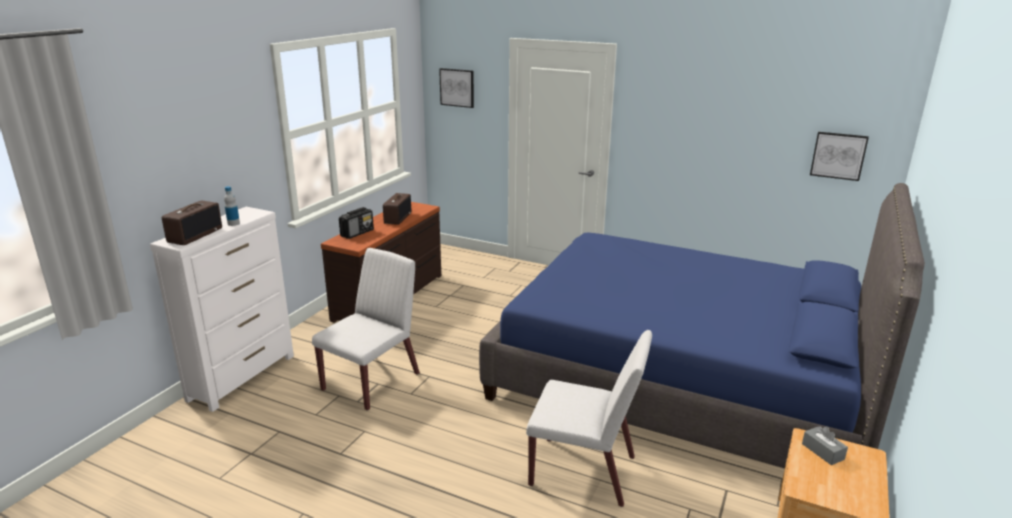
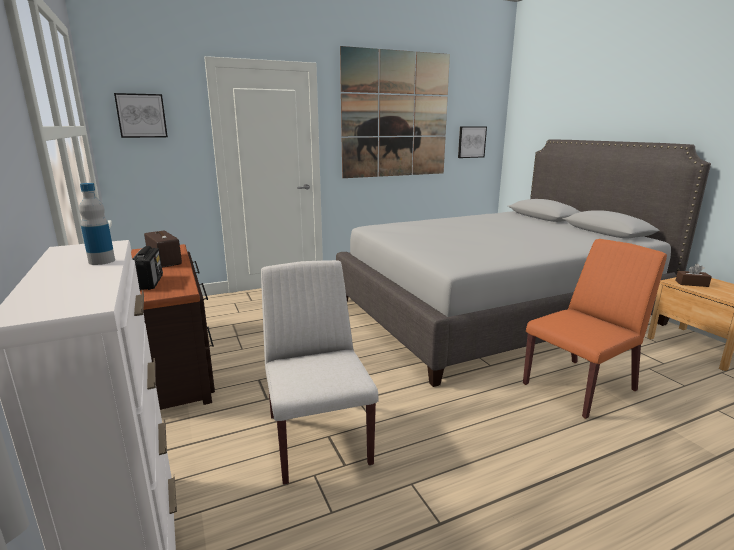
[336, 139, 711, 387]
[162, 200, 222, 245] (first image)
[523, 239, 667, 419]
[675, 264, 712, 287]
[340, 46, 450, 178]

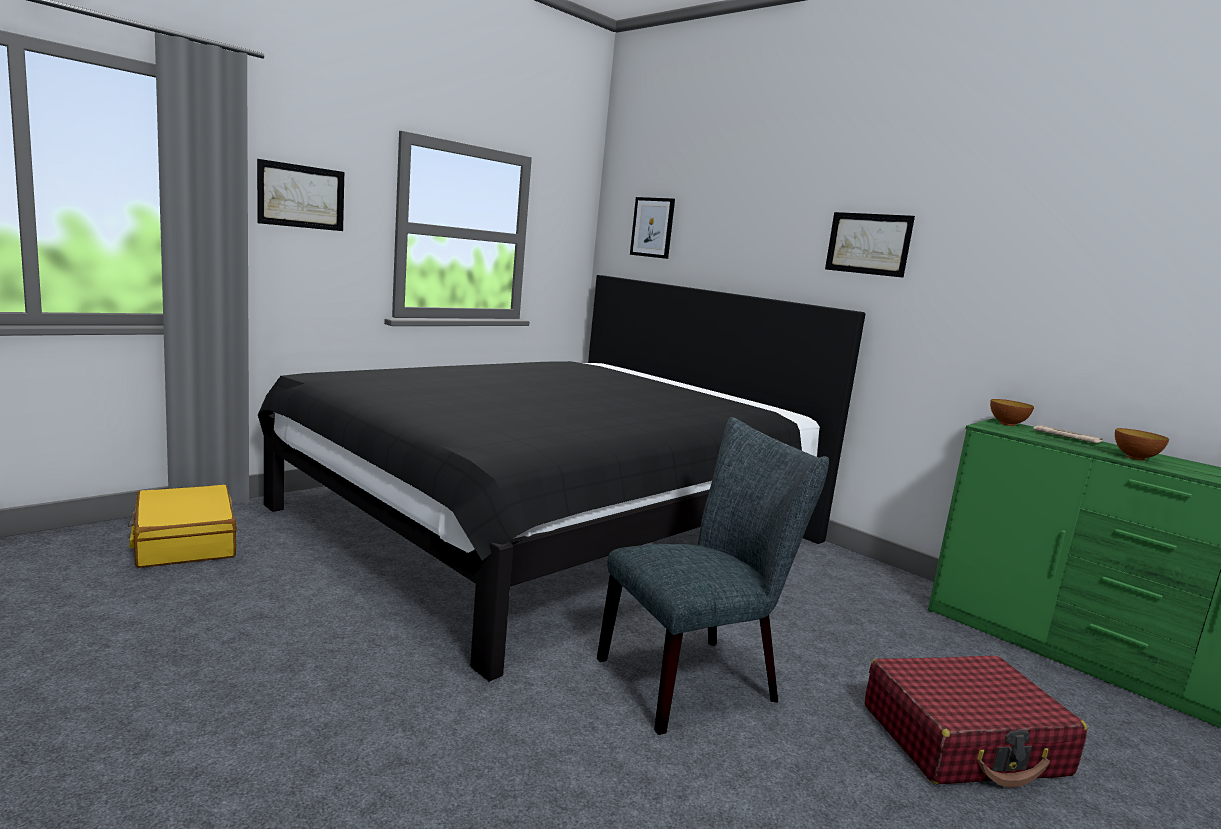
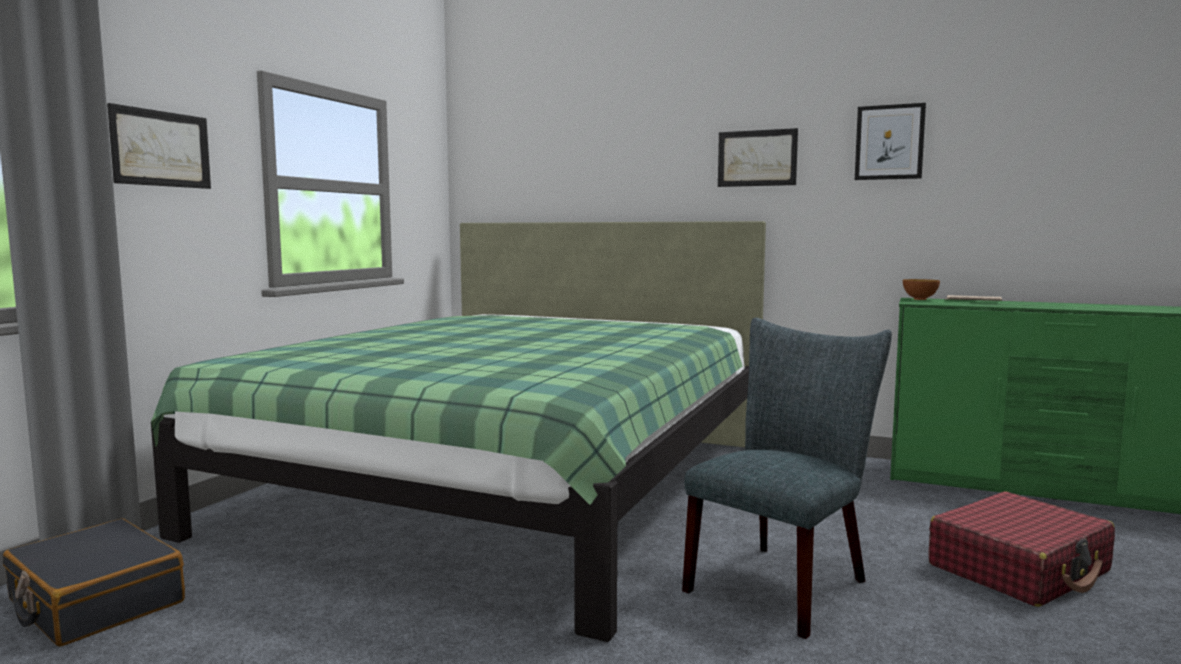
[855, 103, 926, 180]
[151, 221, 766, 642]
[1115, 428, 1169, 461] (first image)
[3, 519, 185, 647]

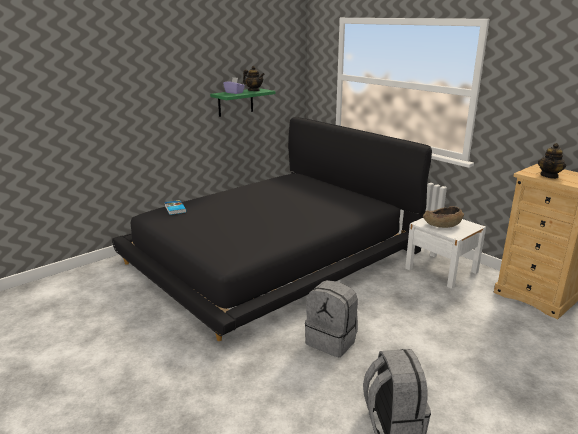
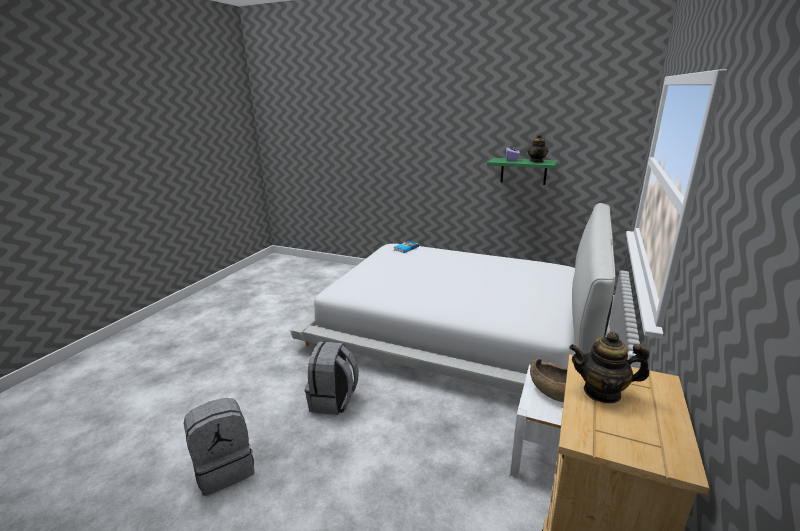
[291, 203, 616, 394]

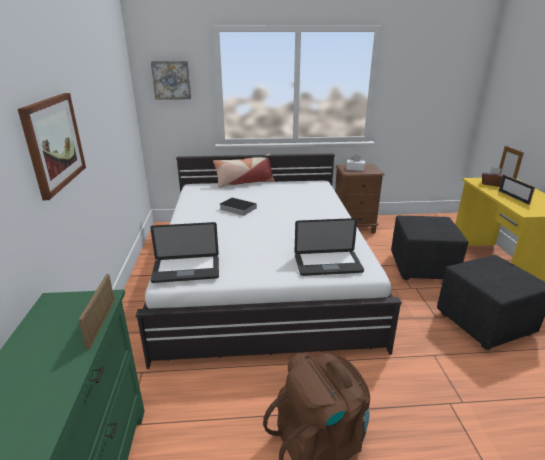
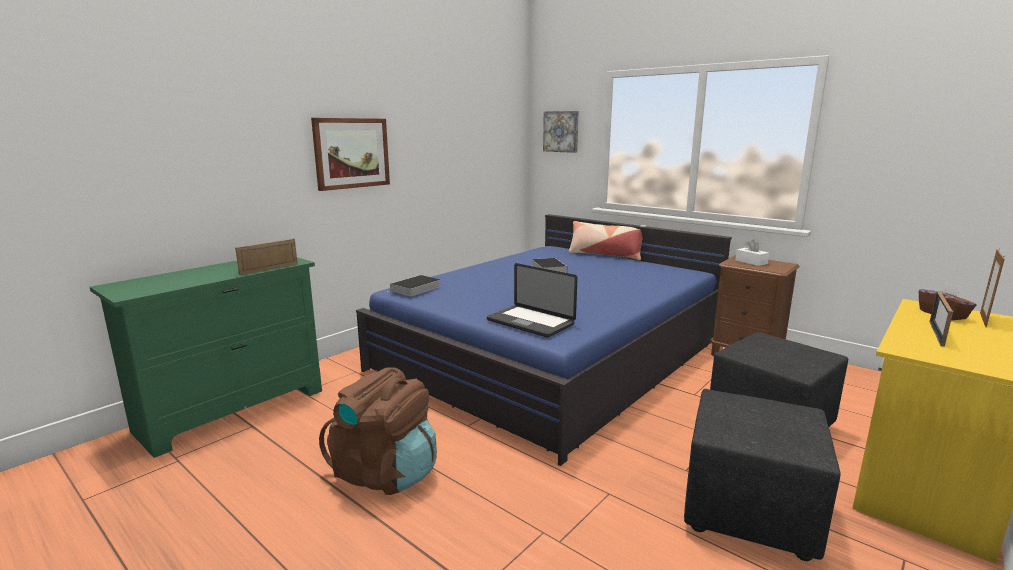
[356, 214, 732, 466]
[387, 275, 440, 296]

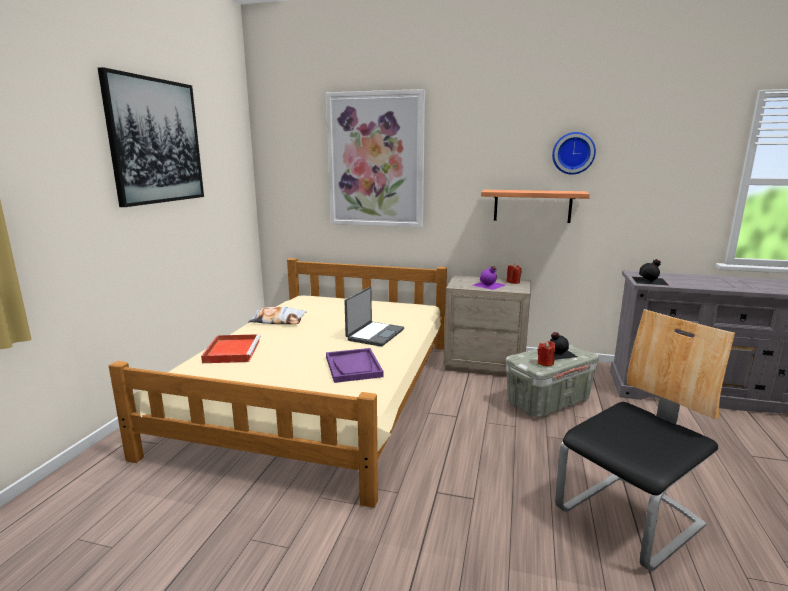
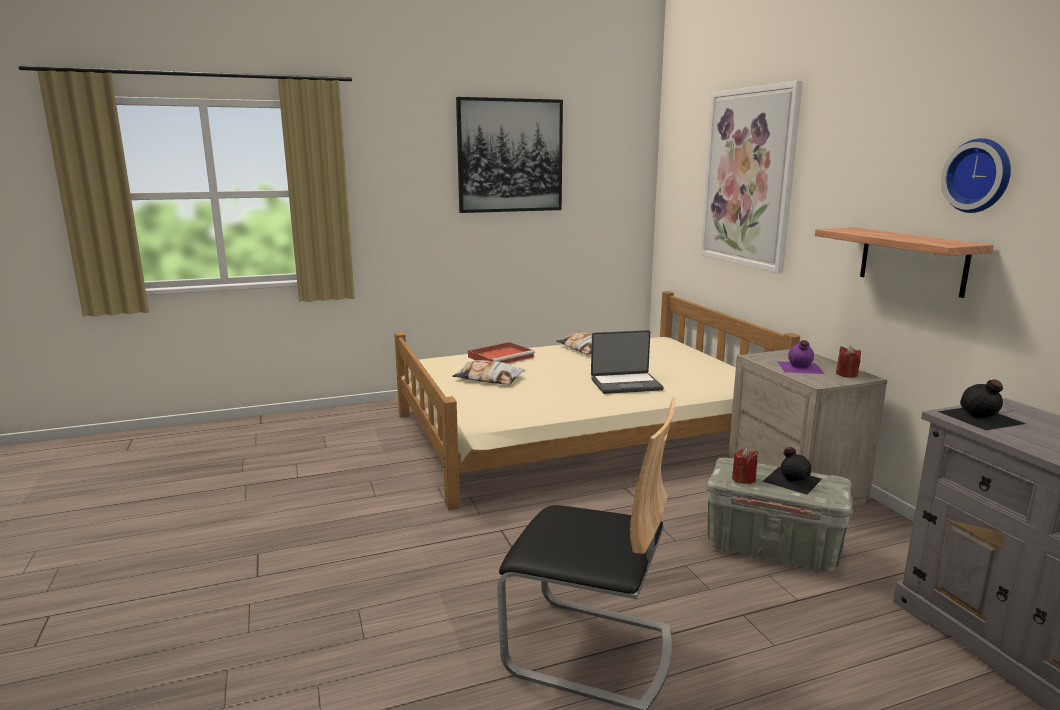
[326, 348, 384, 383] (first image)
[452, 360, 526, 384]

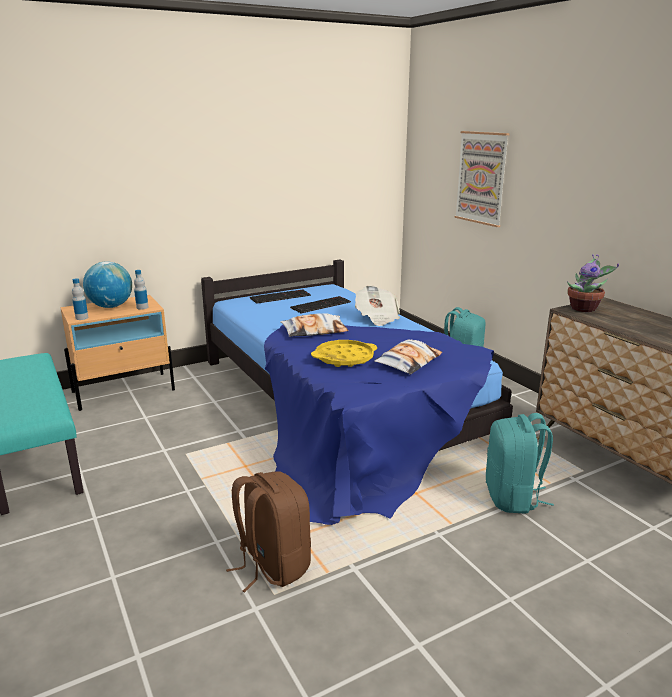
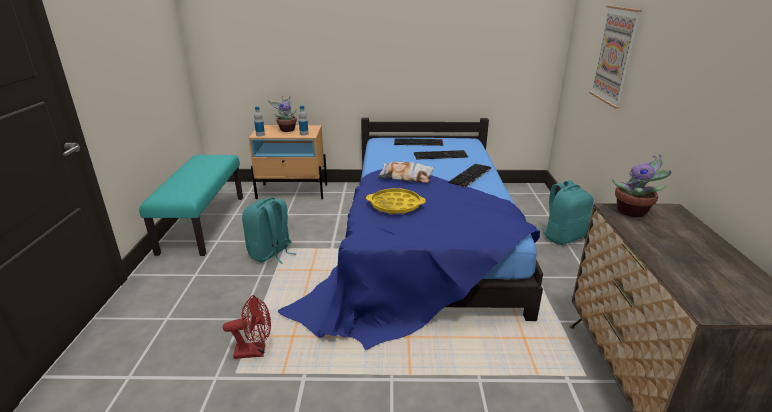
[268, 96, 297, 132]
[448, 164, 491, 188]
[374, 340, 442, 375] (first image)
[242, 197, 297, 264]
[223, 295, 271, 359]

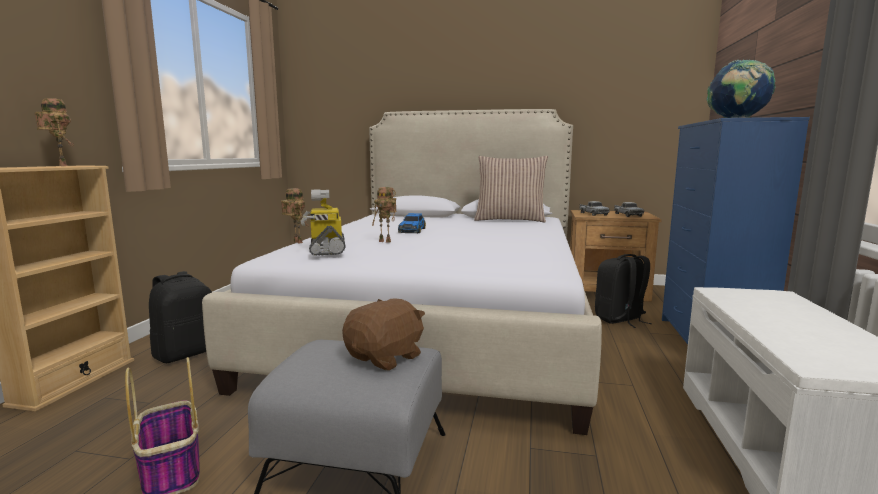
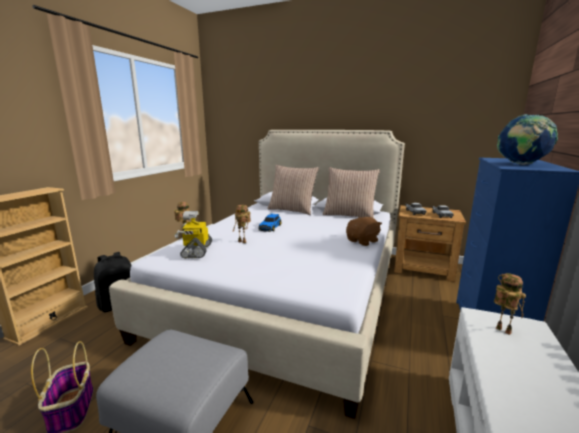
[494, 273, 526, 335]
[595, 254, 652, 328] (first image)
[346, 217, 382, 246]
[268, 165, 319, 215]

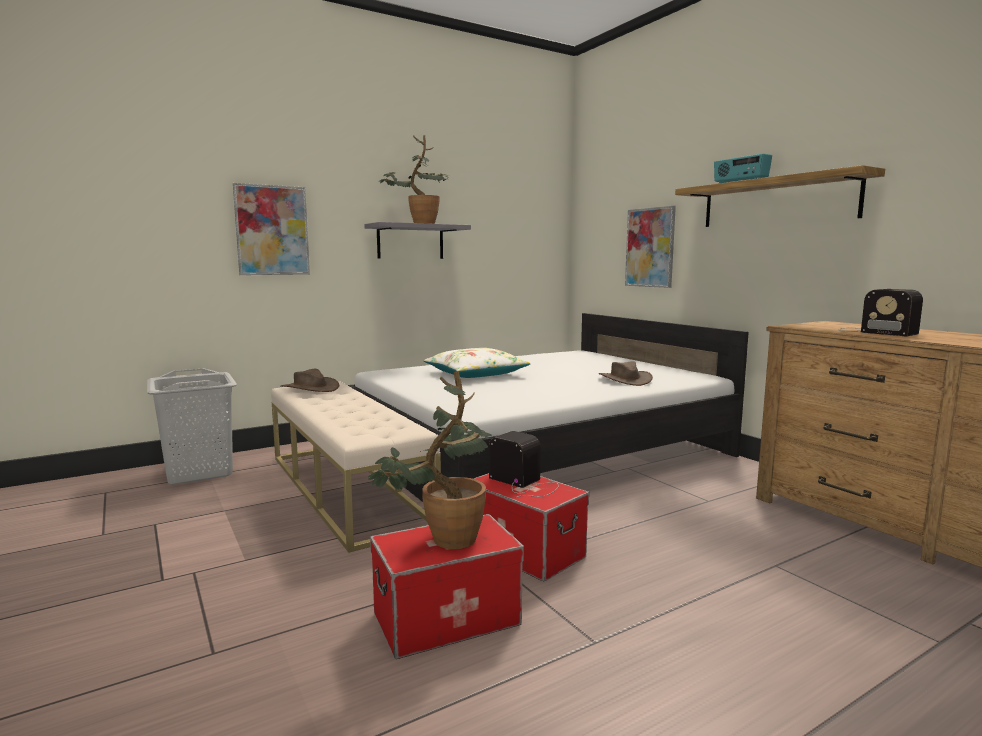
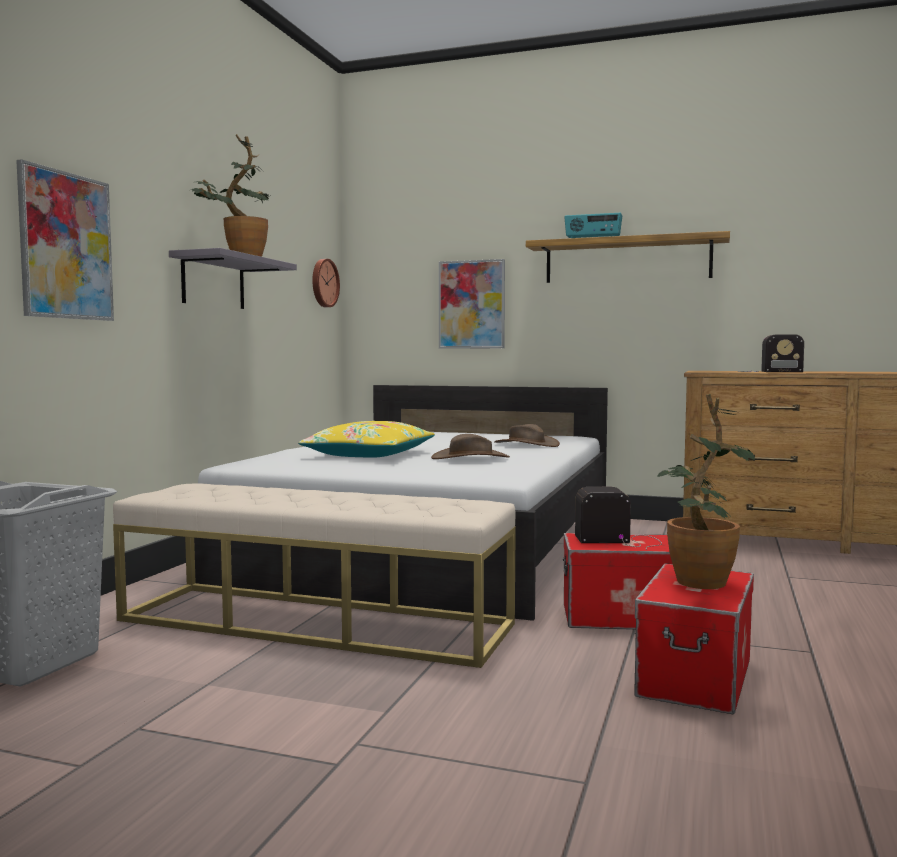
[298, 421, 435, 458]
[431, 434, 510, 459]
[312, 259, 340, 307]

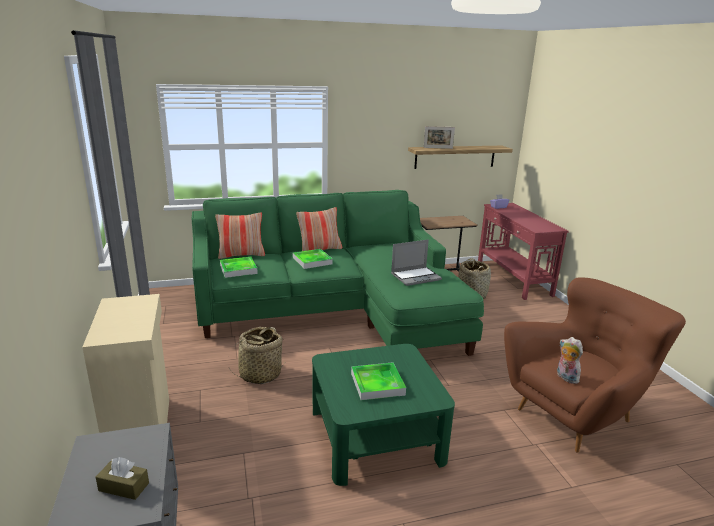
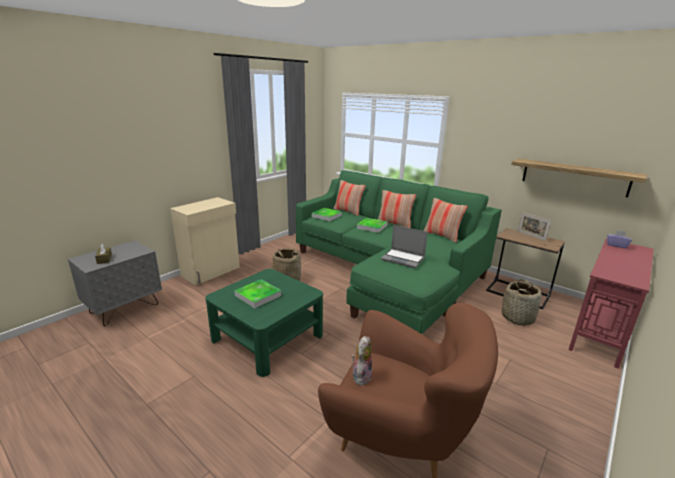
[518, 212, 551, 241]
[423, 198, 468, 242]

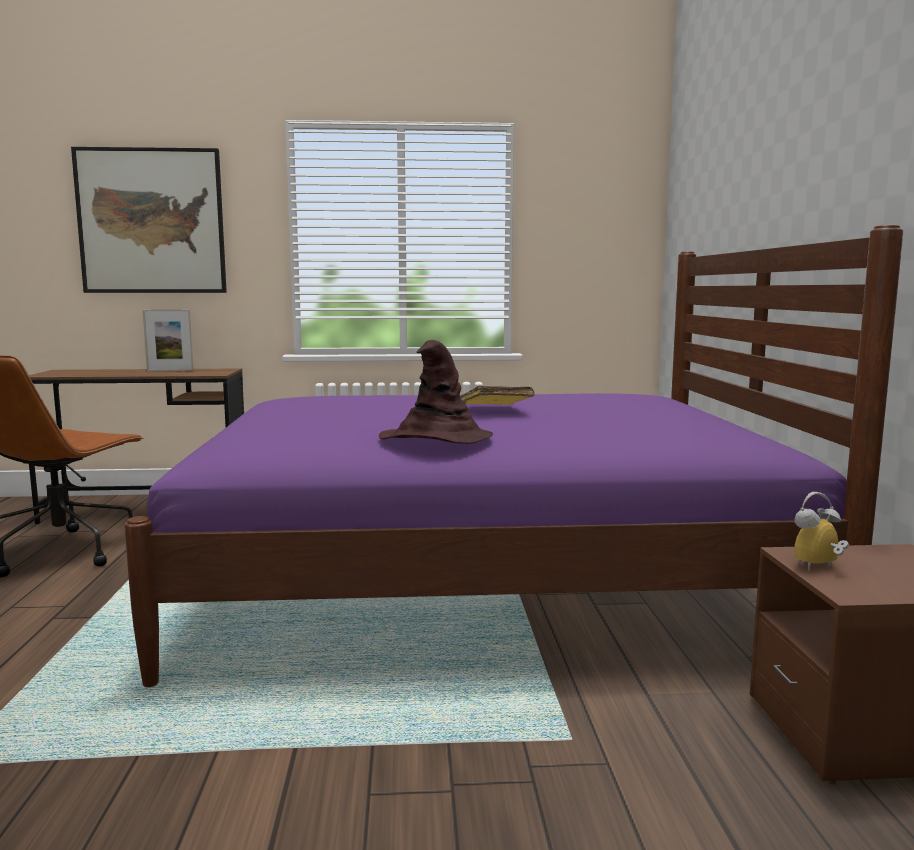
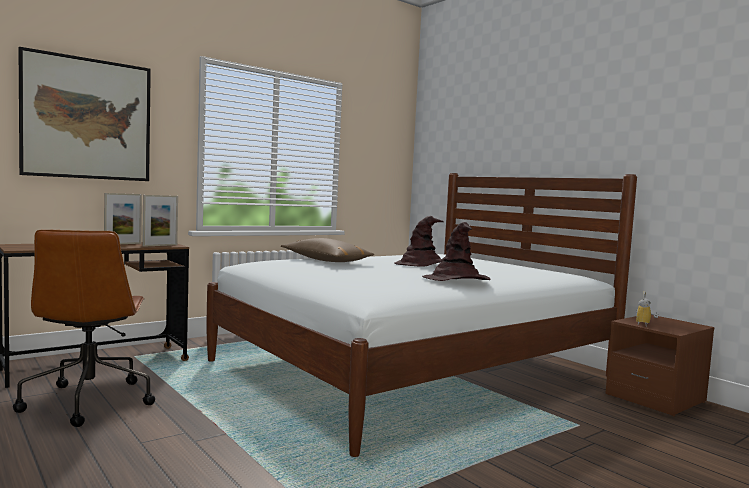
[206, 173, 637, 457]
[394, 216, 444, 267]
[142, 195, 178, 247]
[281, 238, 374, 262]

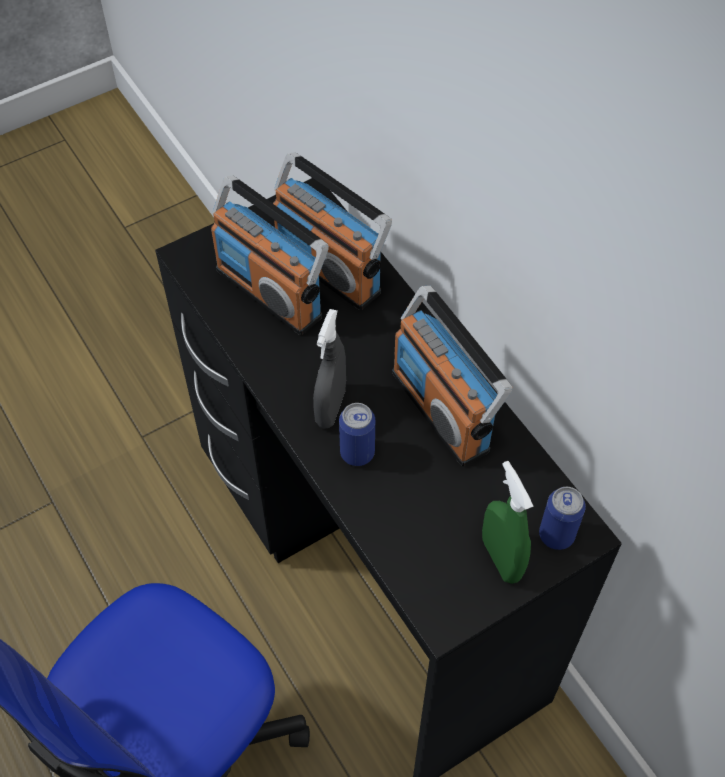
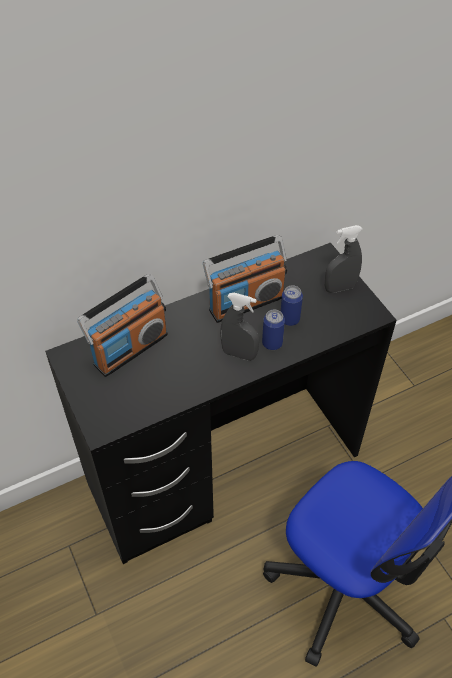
[211, 175, 329, 335] (first image)
[325, 225, 363, 293]
[281, 285, 303, 326]

